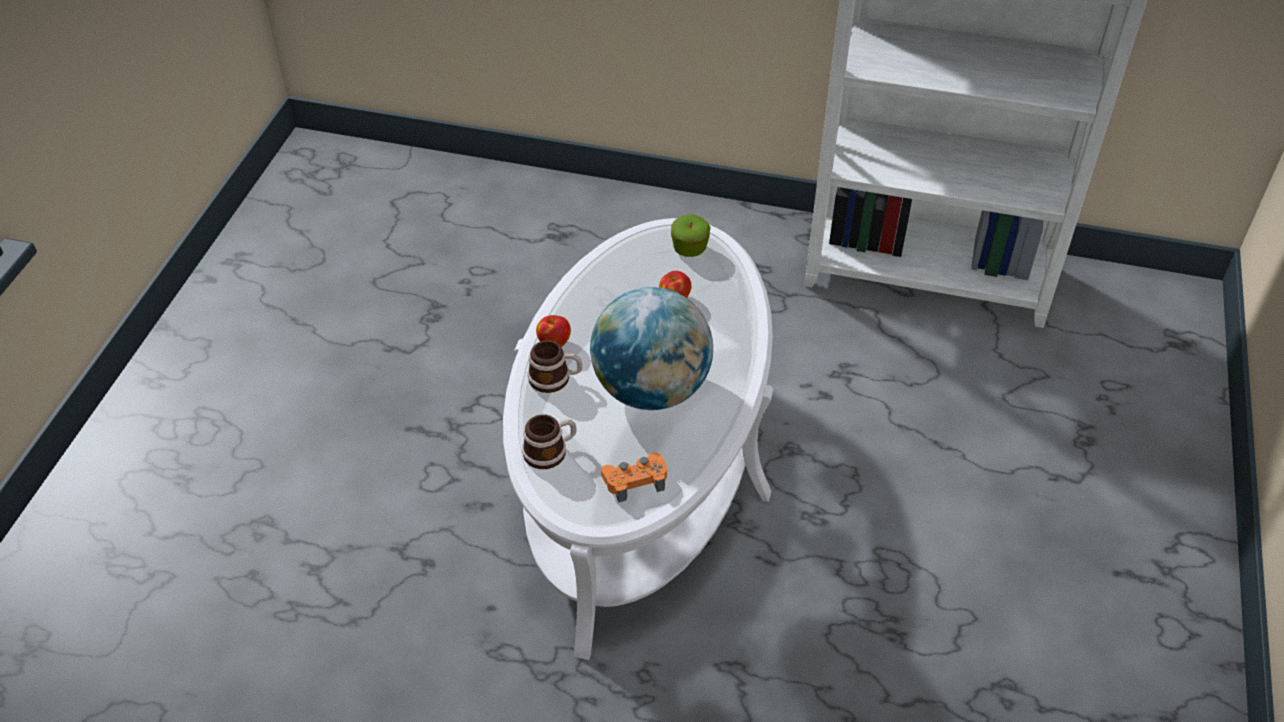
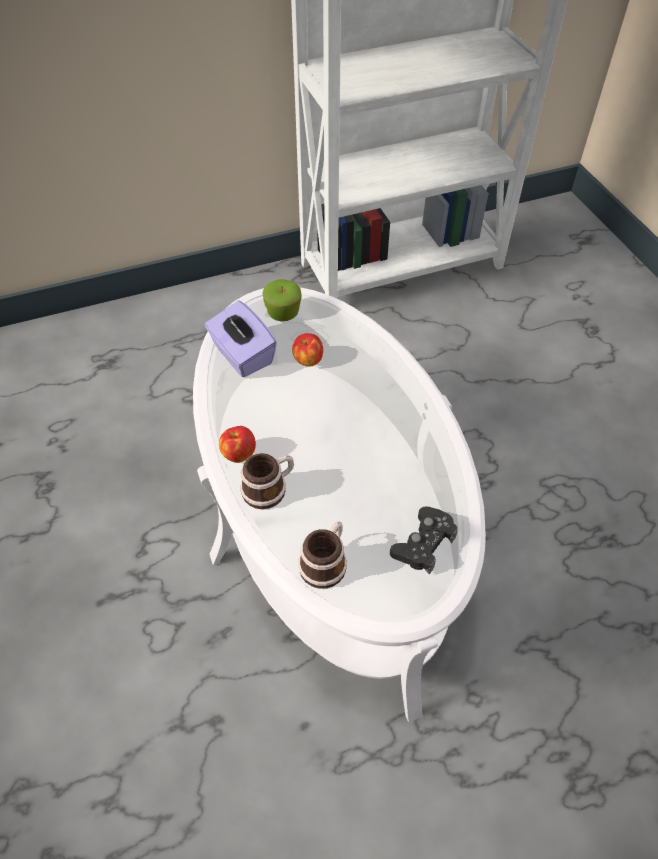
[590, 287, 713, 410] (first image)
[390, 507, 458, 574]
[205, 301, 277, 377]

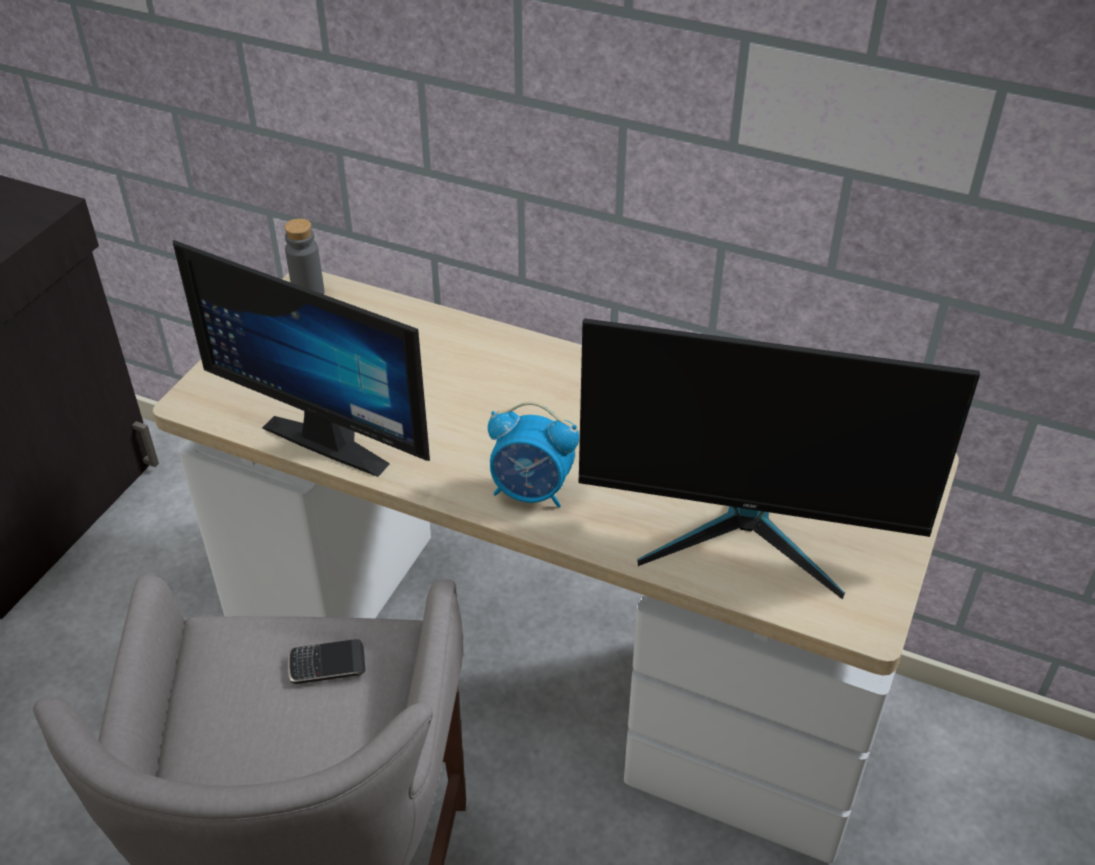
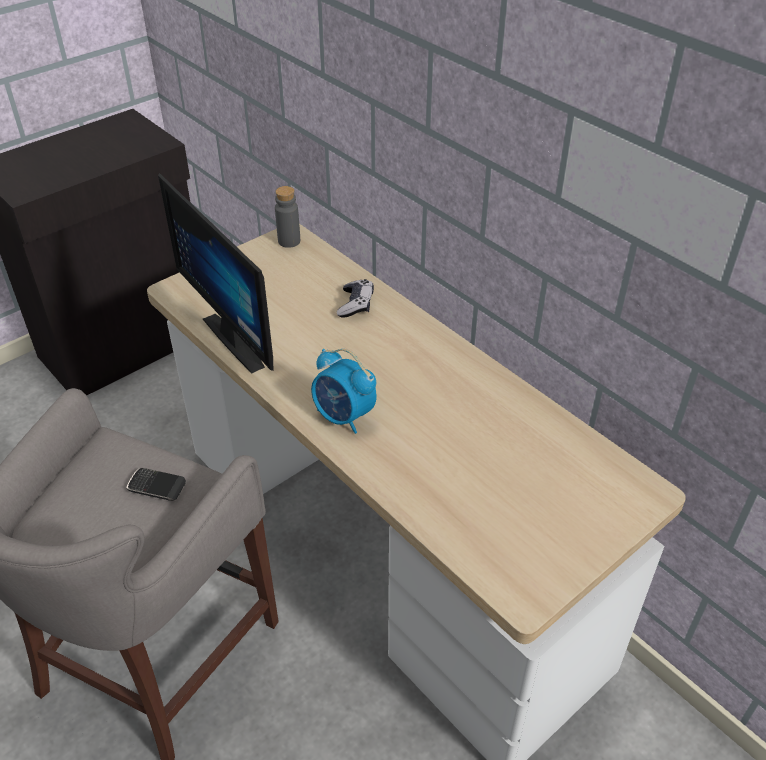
[579, 318, 980, 599] (first image)
[337, 279, 374, 318]

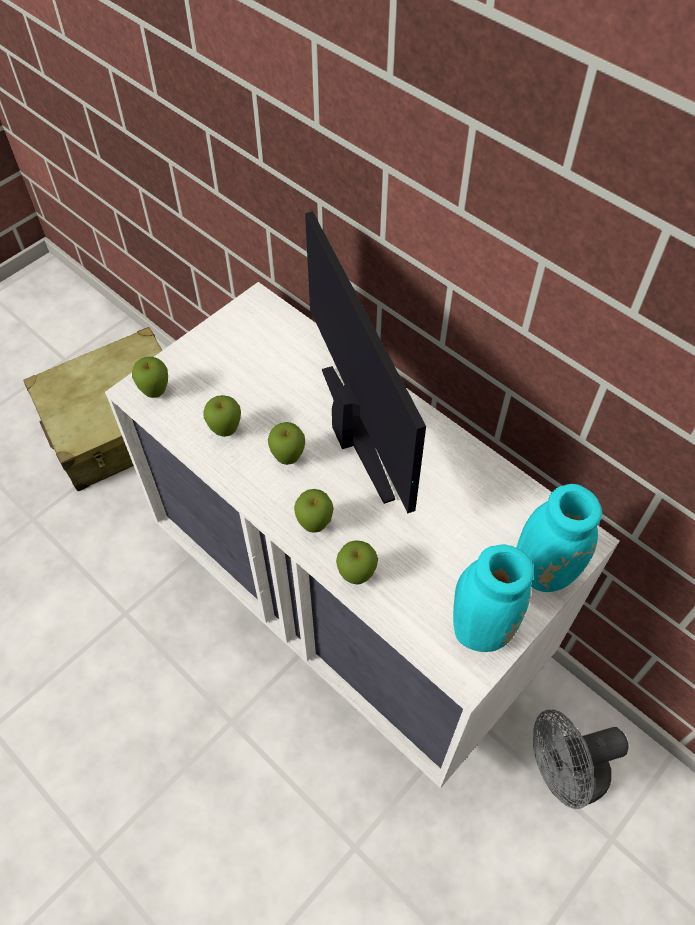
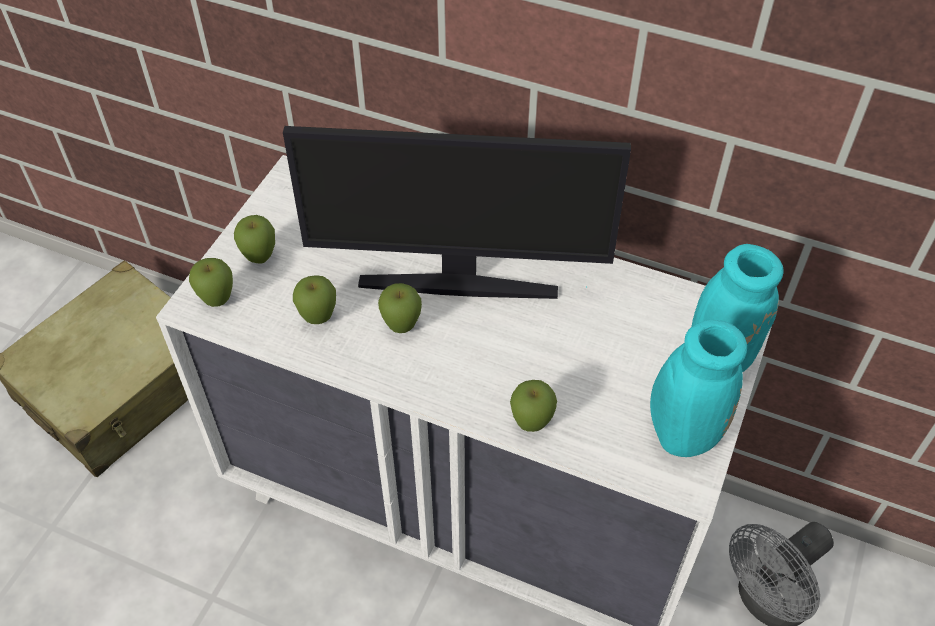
[283, 126, 631, 299]
[234, 215, 275, 264]

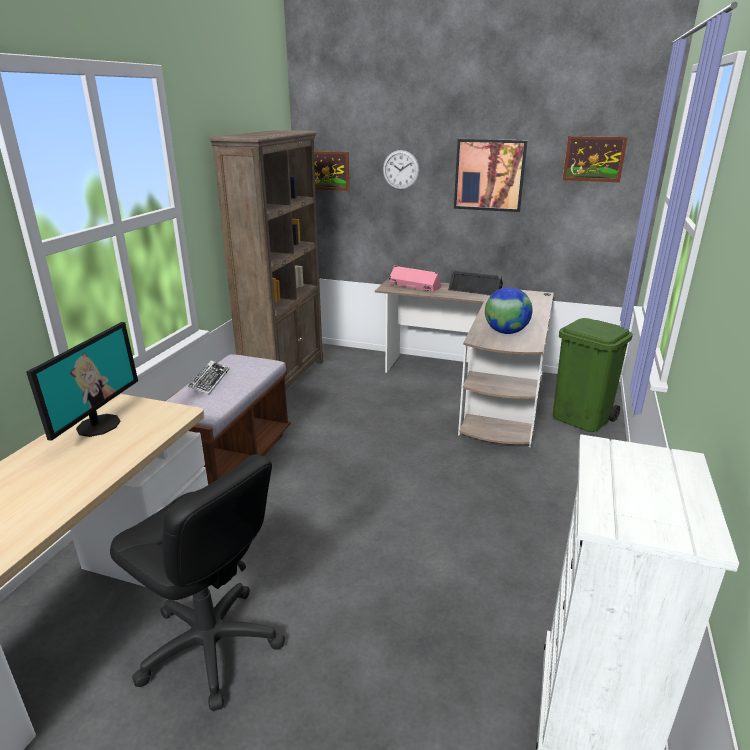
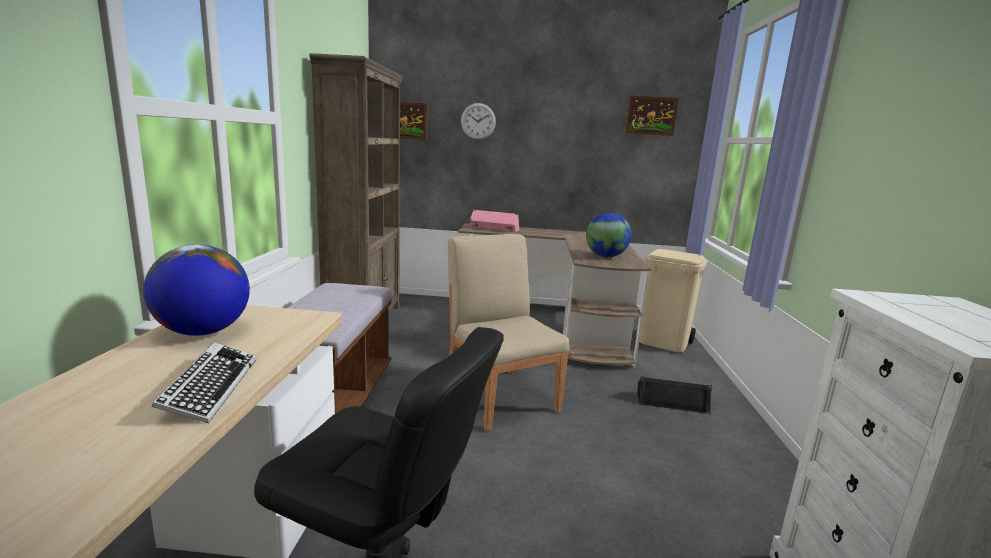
[454, 139, 528, 212] (first image)
[637, 376, 712, 414]
[639, 249, 708, 353]
[143, 244, 250, 336]
[151, 342, 256, 423]
[448, 234, 570, 431]

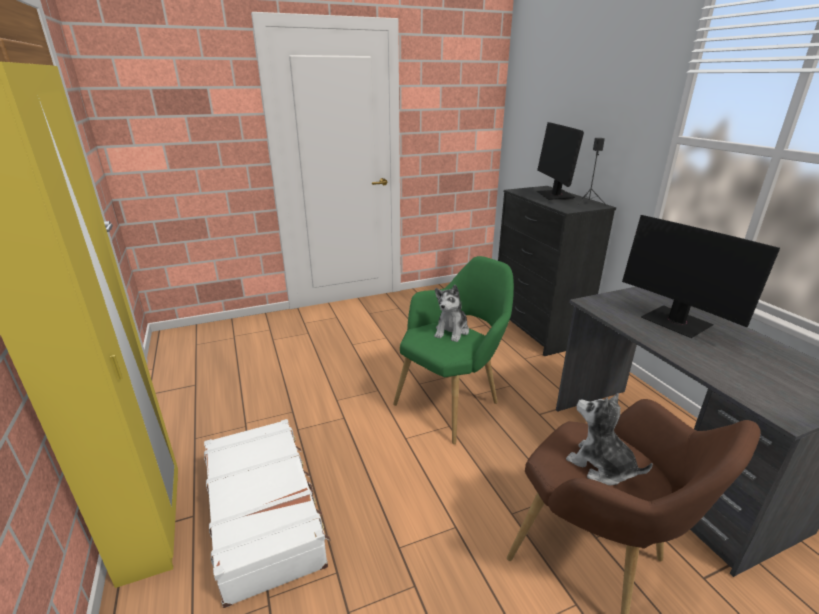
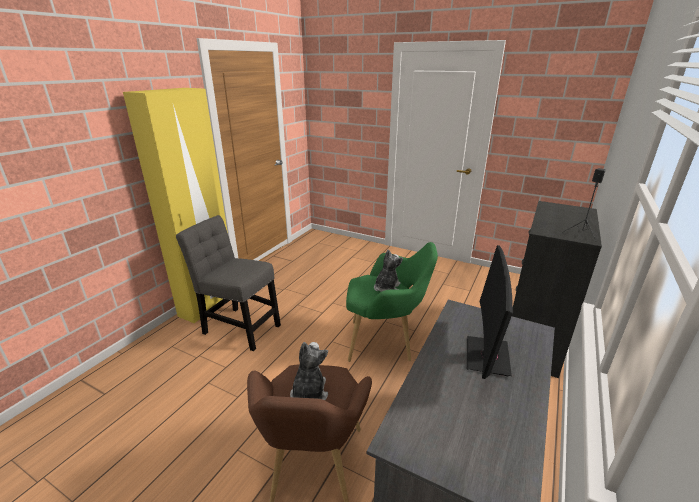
[537, 122, 584, 200] (first image)
[374, 249, 403, 292]
[176, 215, 281, 351]

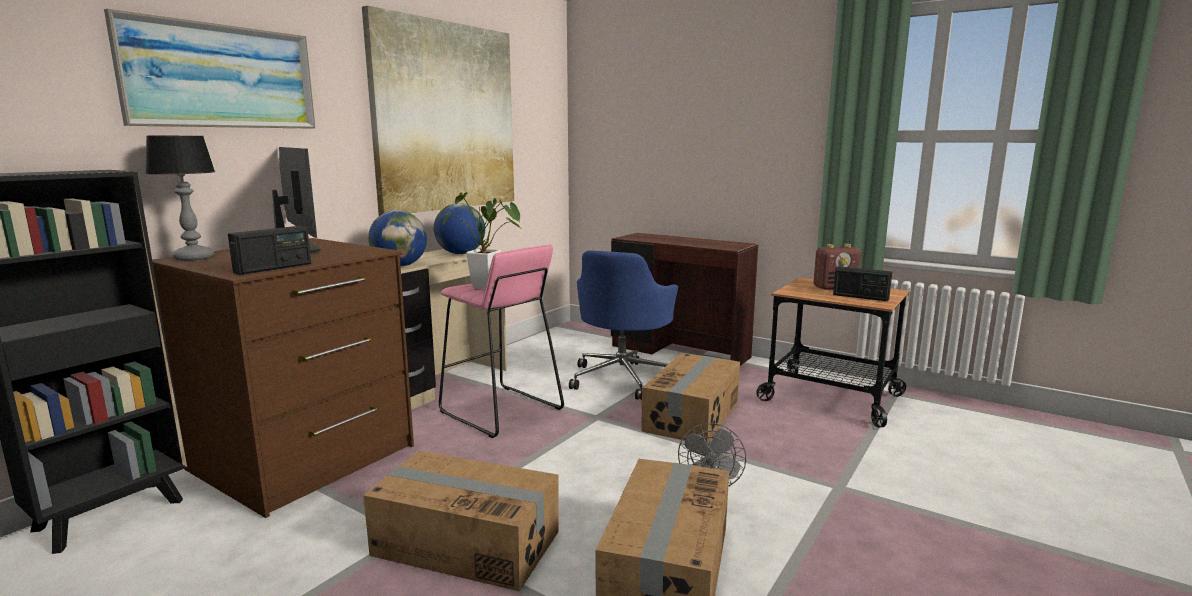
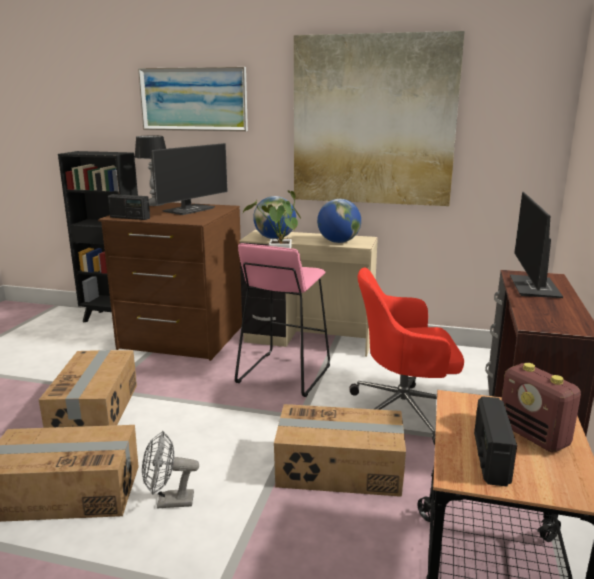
[350, 268, 464, 445]
[510, 192, 563, 298]

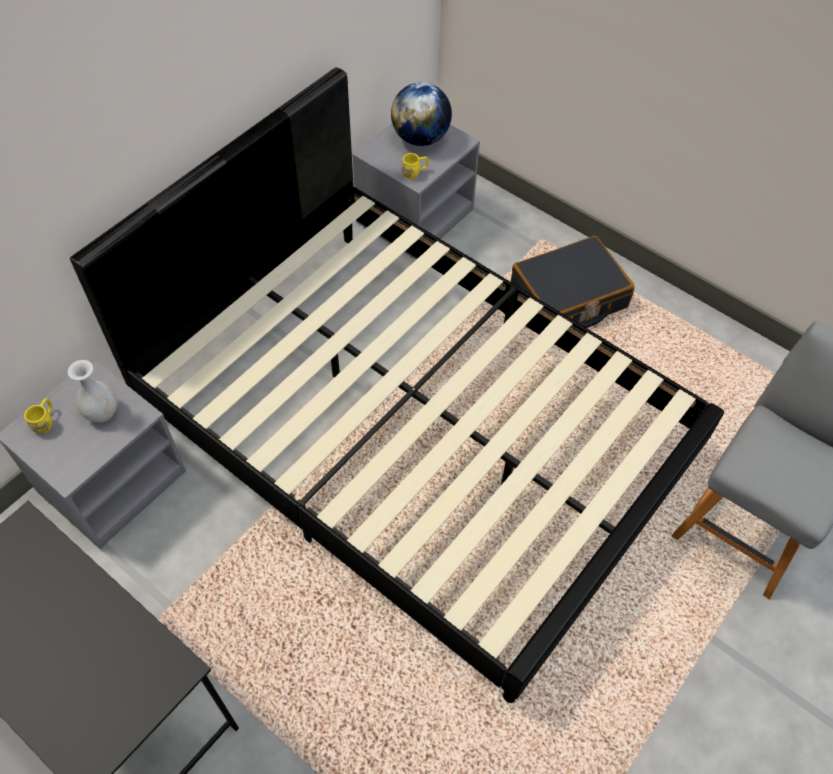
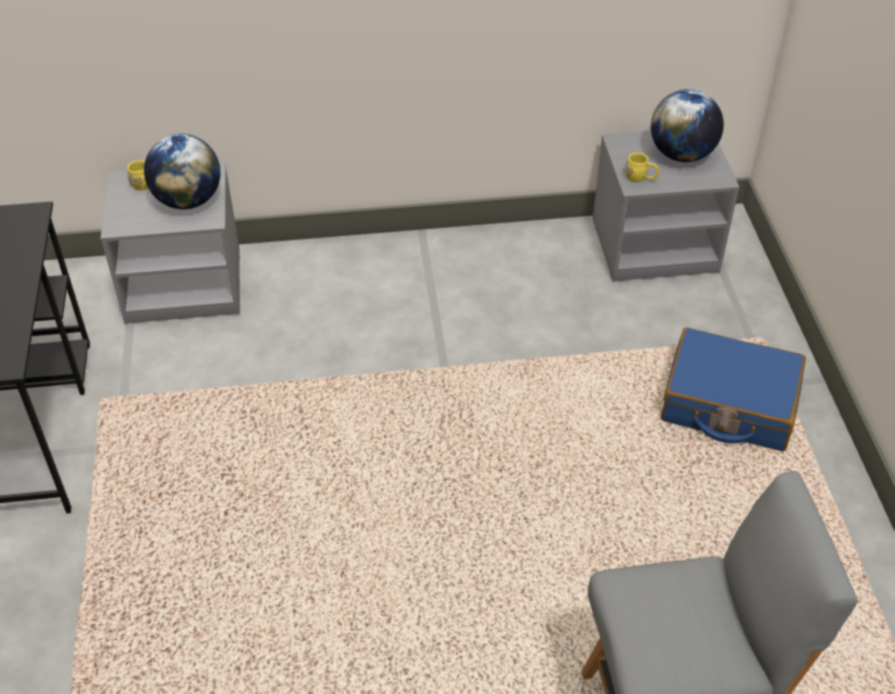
[70, 67, 724, 703] (first image)
[661, 327, 806, 451]
[144, 134, 220, 209]

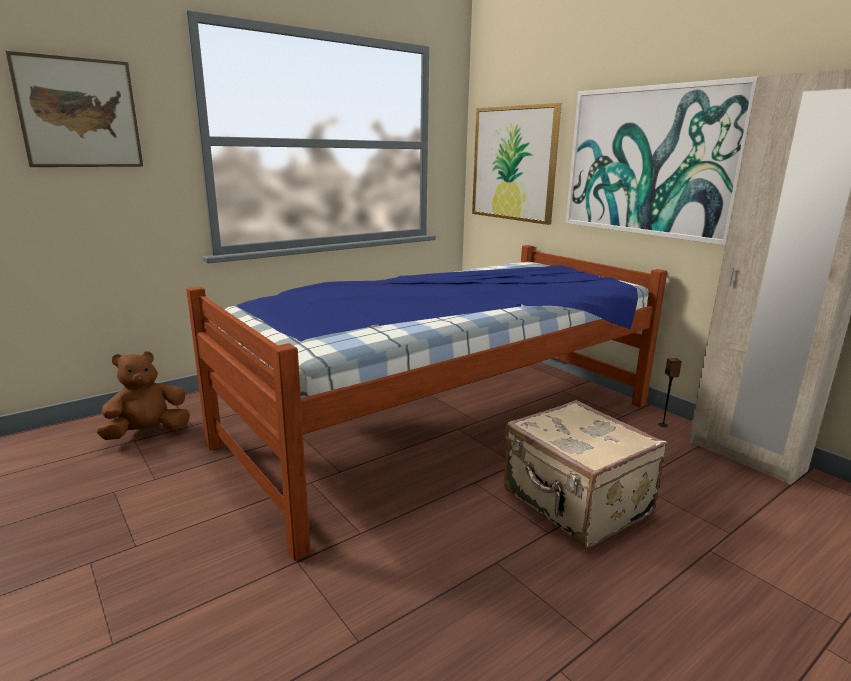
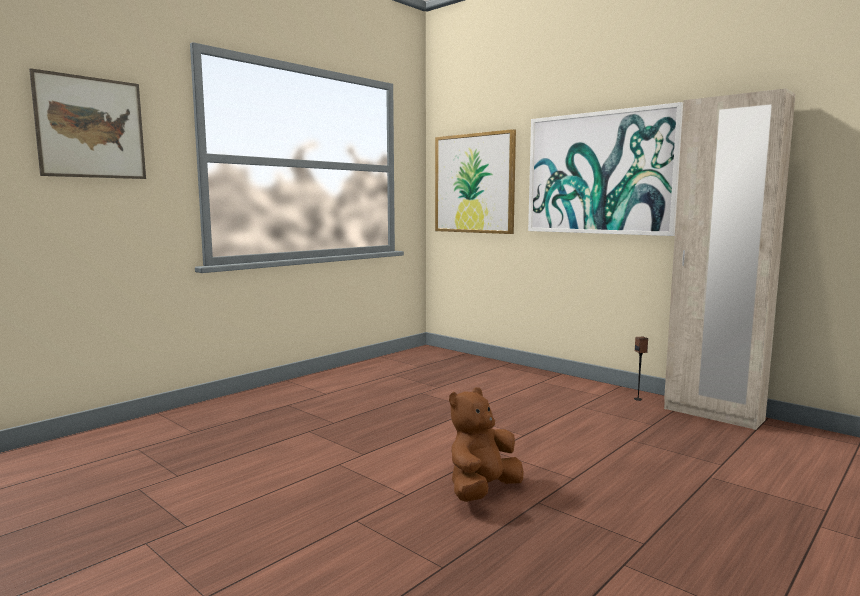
[186, 245, 667, 561] (first image)
[449, 387, 524, 502]
[504, 400, 667, 548] (first image)

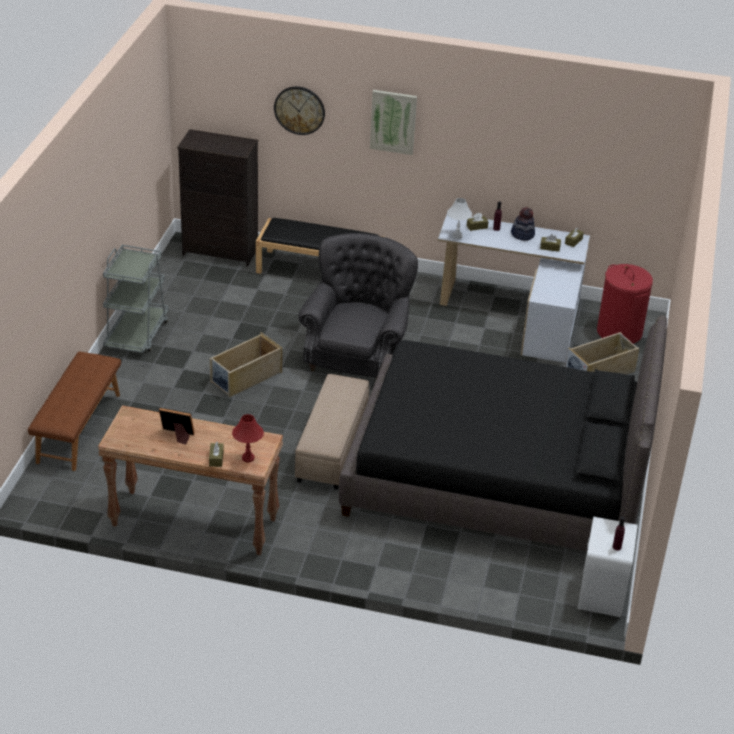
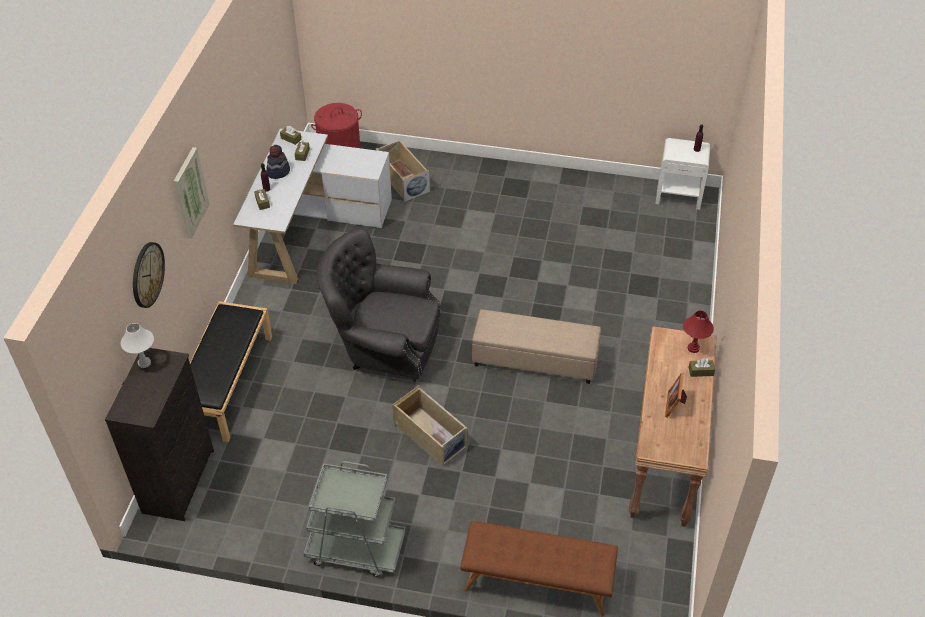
[121, 323, 154, 368]
[339, 315, 667, 551] (first image)

